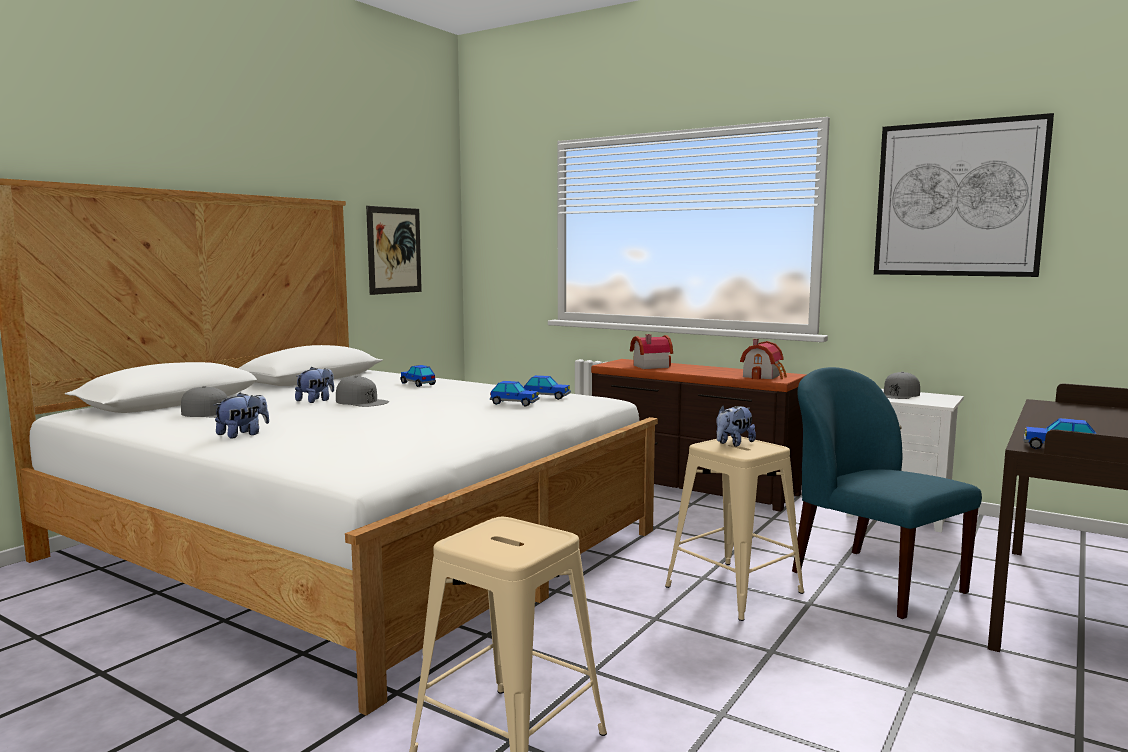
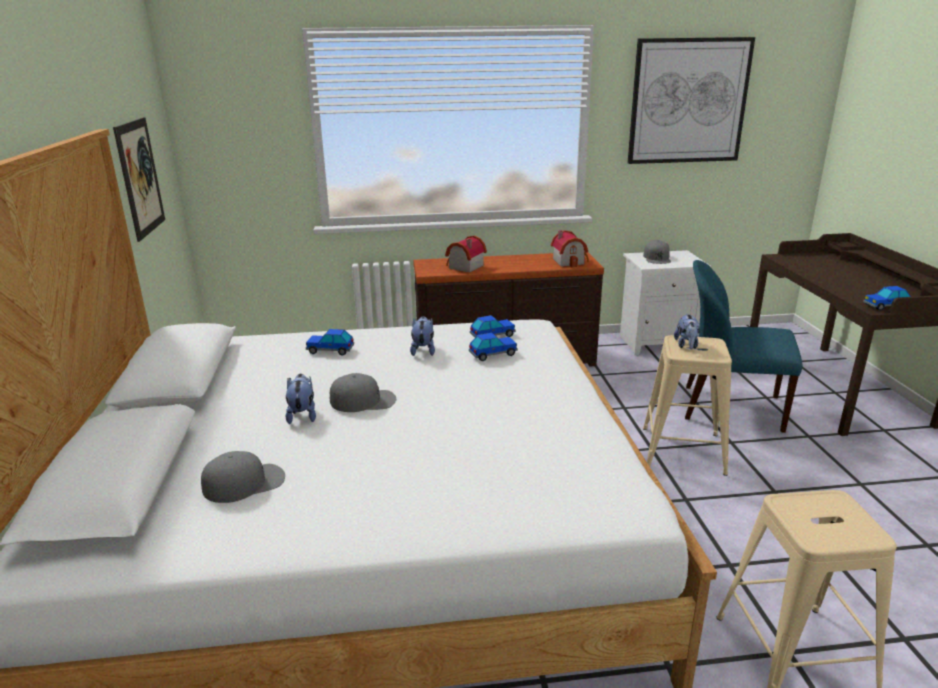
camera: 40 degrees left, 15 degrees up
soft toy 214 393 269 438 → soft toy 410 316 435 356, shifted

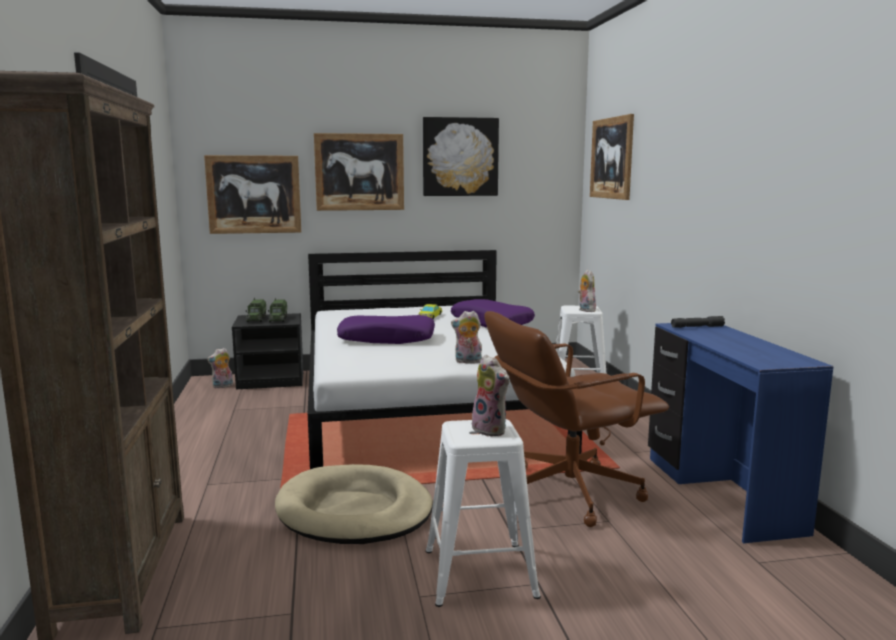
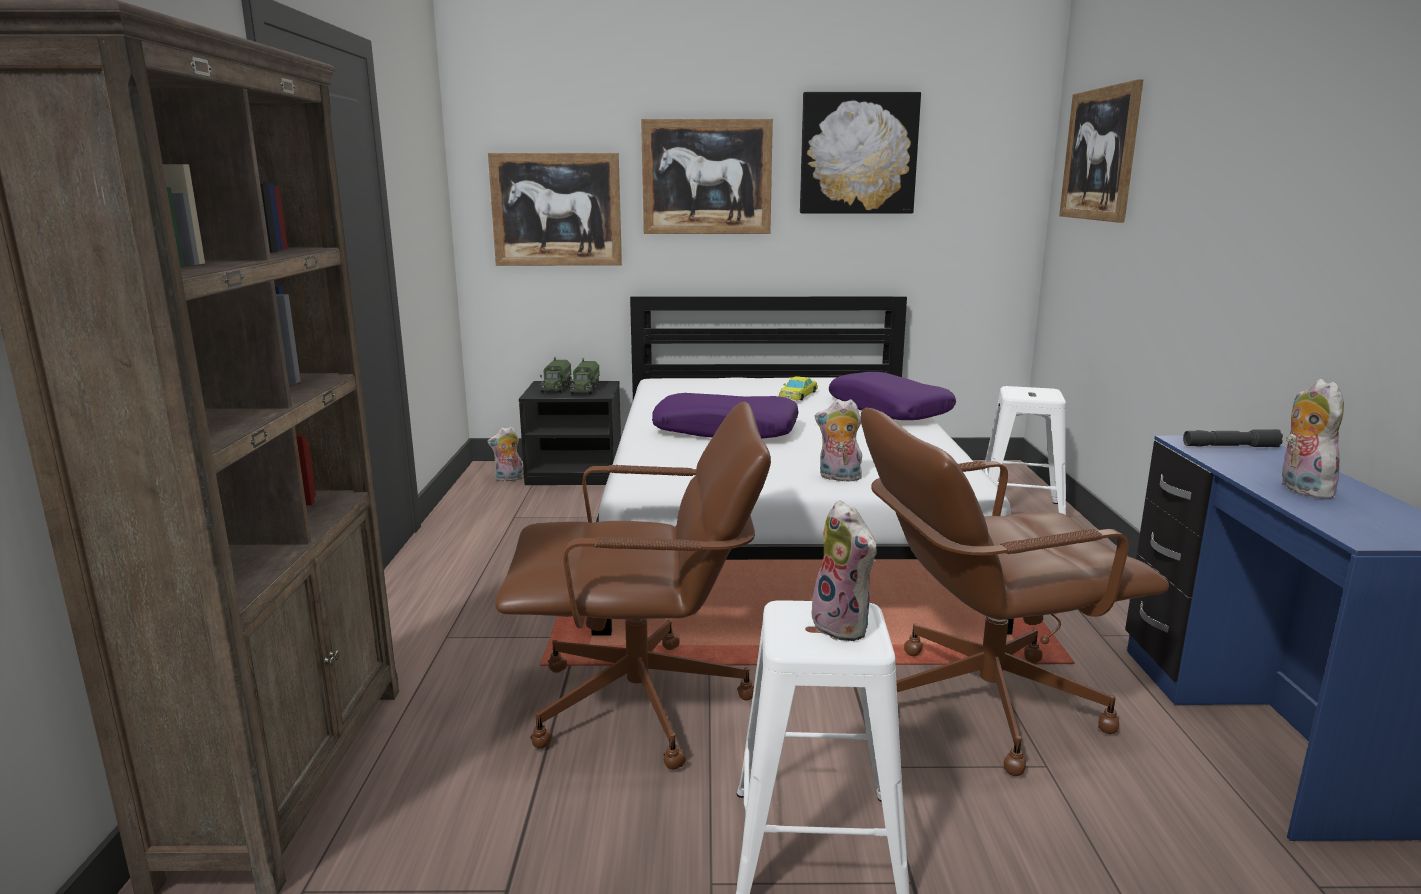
camera: 10 degrees right, 5 degrees up
soft toy 578 270 596 312 → soft toy 1281 379 1344 499, shifted
beige dog cushion 275 464 433 544 → brown-coloured office chair 495 401 771 770

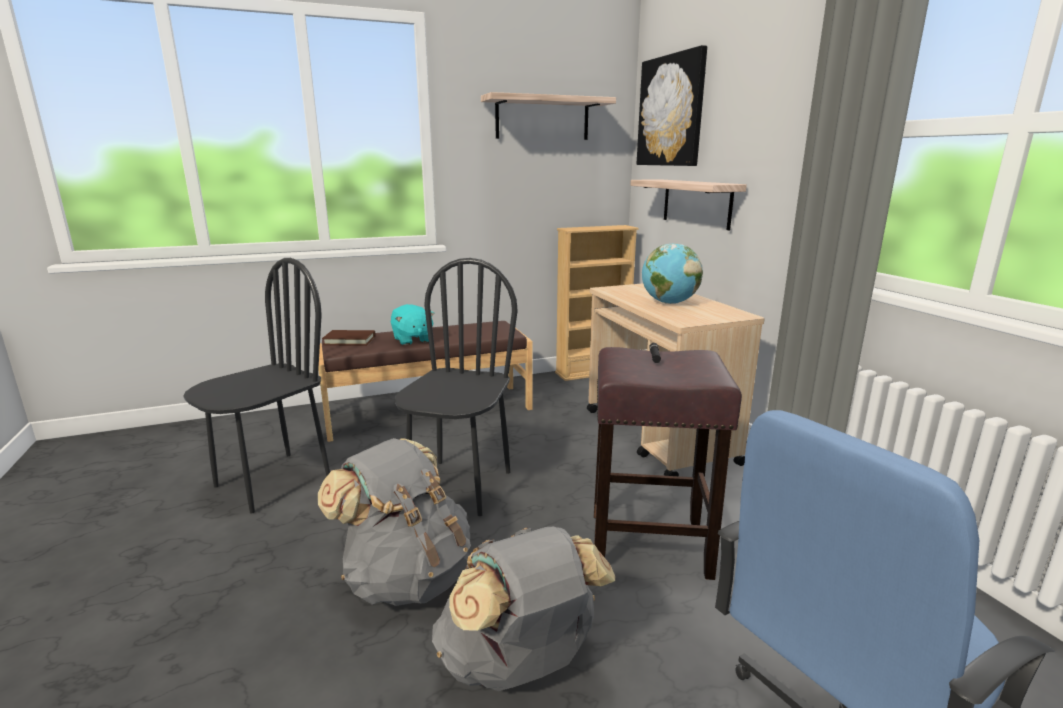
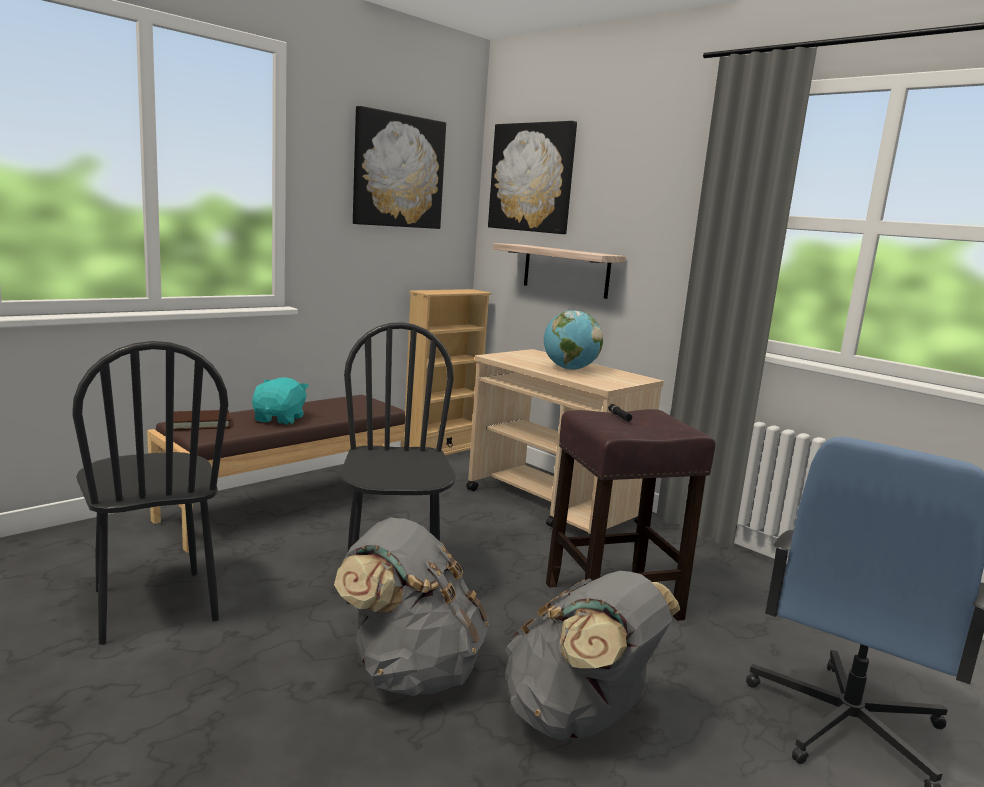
camera: 25 degrees left, 5 degrees down
shelf 481 92 616 140 → wall picture 353 106 446 229
black-coloured upright chair 183 258 330 513 → black-coloured upright chair 72 341 228 645, 135 degrees clockwise
turquoise soft toy 391 304 435 345 → turquoise soft toy 252 377 309 425, 120 degrees counterclockwise

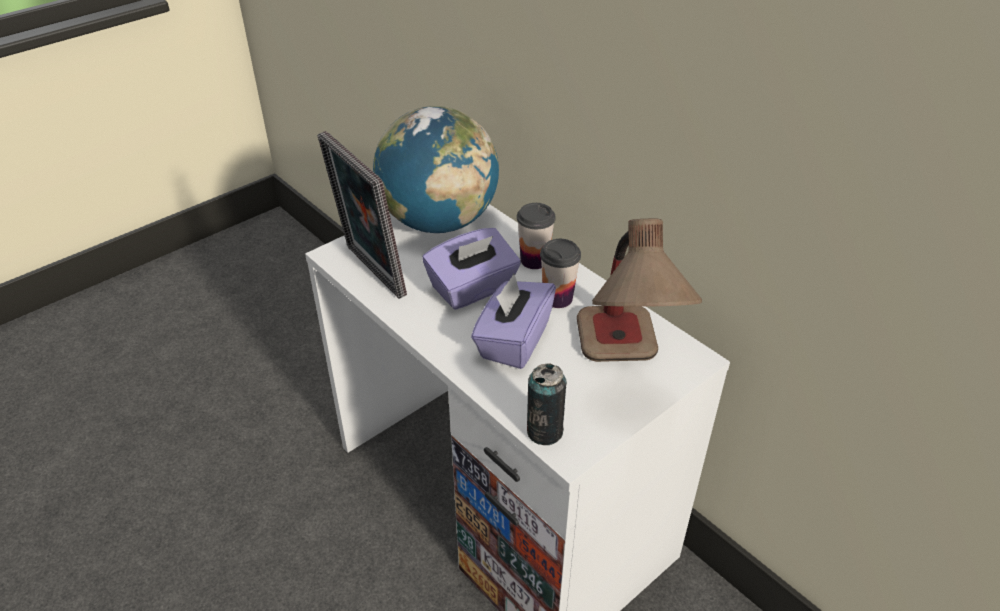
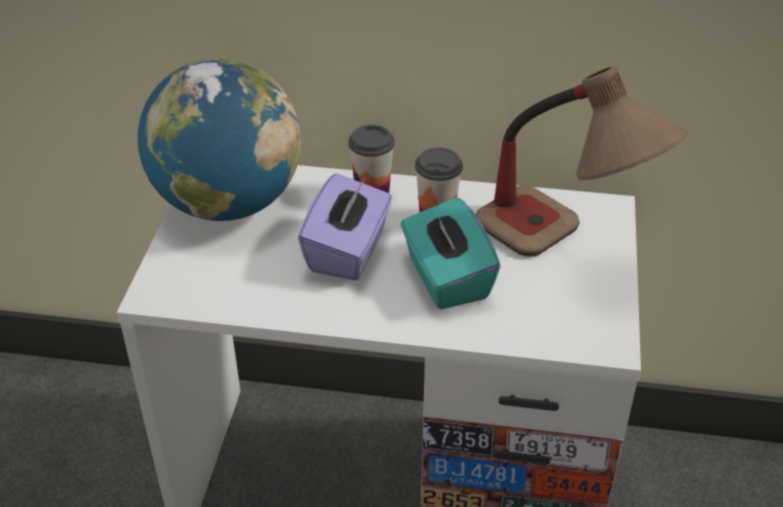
camera: 40 degrees left, 0 degrees up
photo frame 317 131 407 299 → -
metal can 527 363 567 445 → -
purple tissue holder 471 274 556 369 → turquoise tissue holder 401 197 500 309

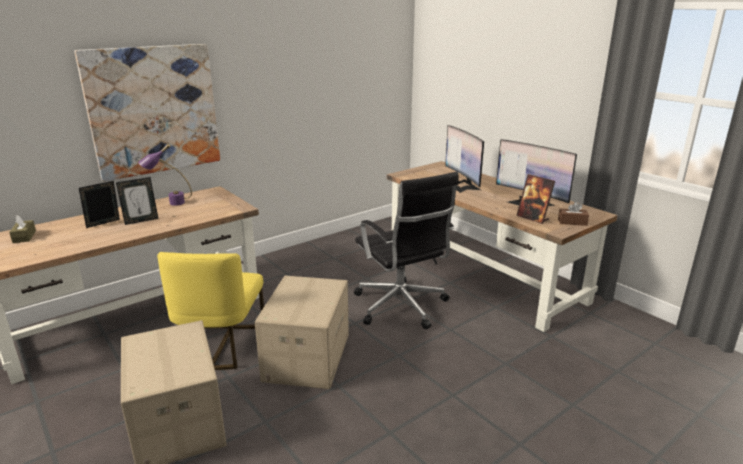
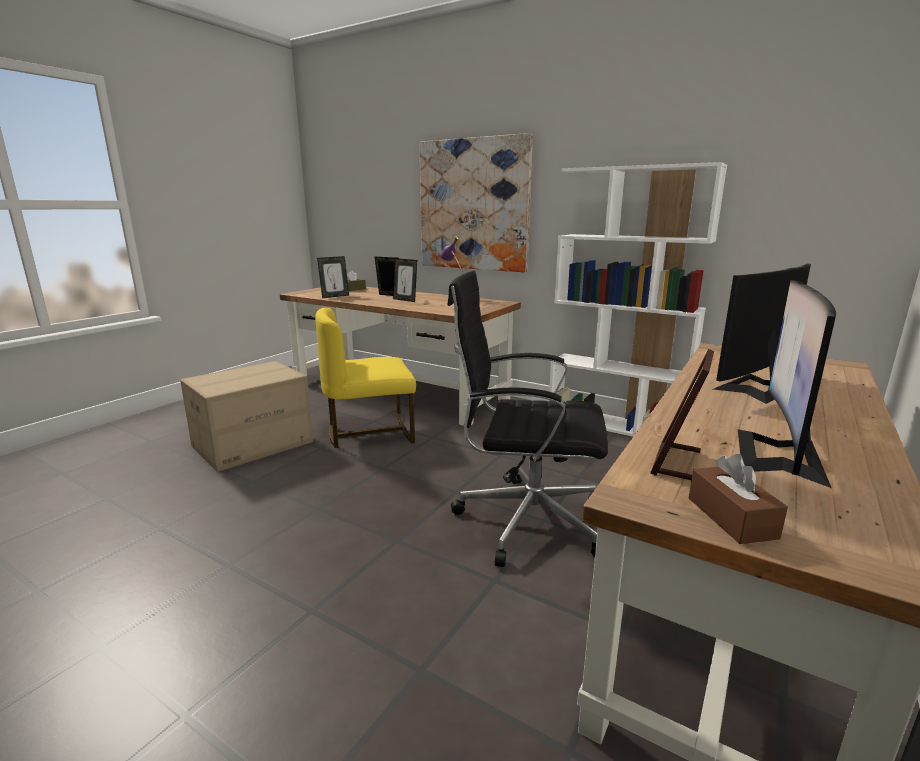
camera: 70 degrees right, 5 degrees down
packing box 255 276 349 389 → -
- → photo frame 317 256 349 298
- → white-coloured bookshelf 549 162 727 437
black-coloured office chair 354 172 459 329 → black-coloured office chair 447 270 608 567, 60 degrees clockwise

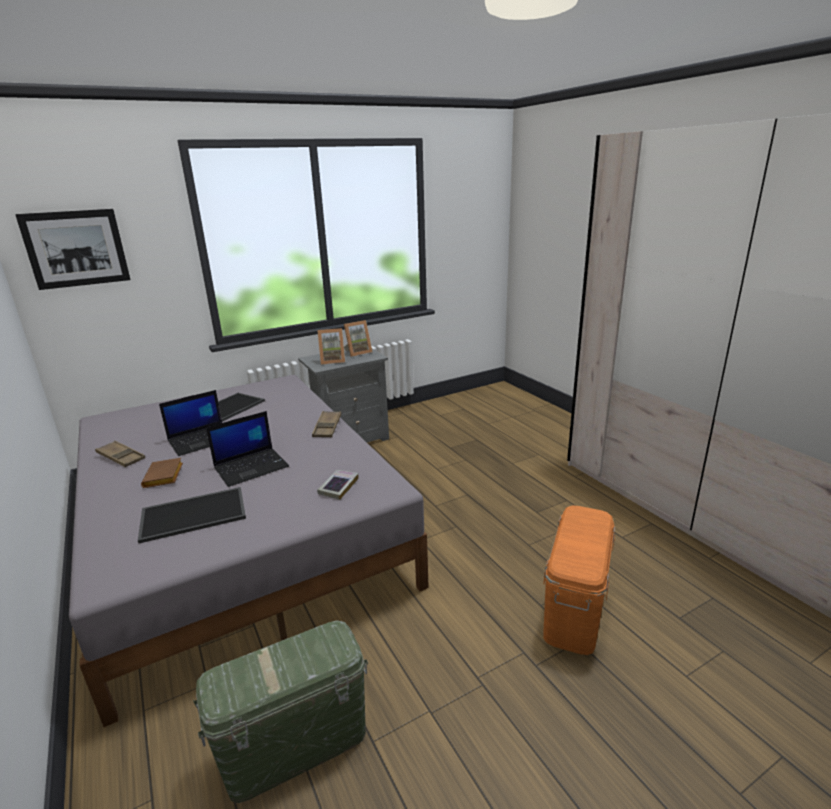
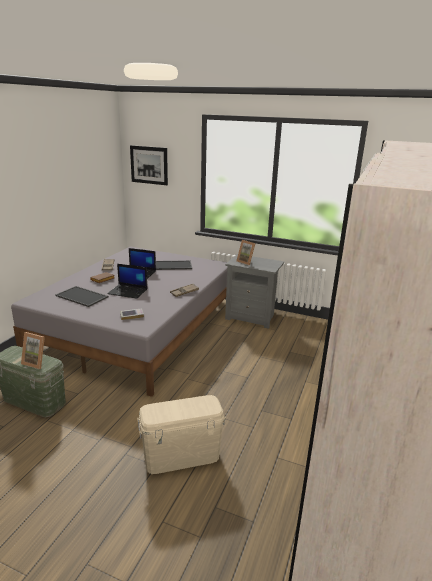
camera: 50 degrees right, 0 degrees up
photo frame 344 320 373 357 → photo frame 21 332 45 369, shifted
orangey storage box 543 505 615 655 → beige storage box 137 395 226 474

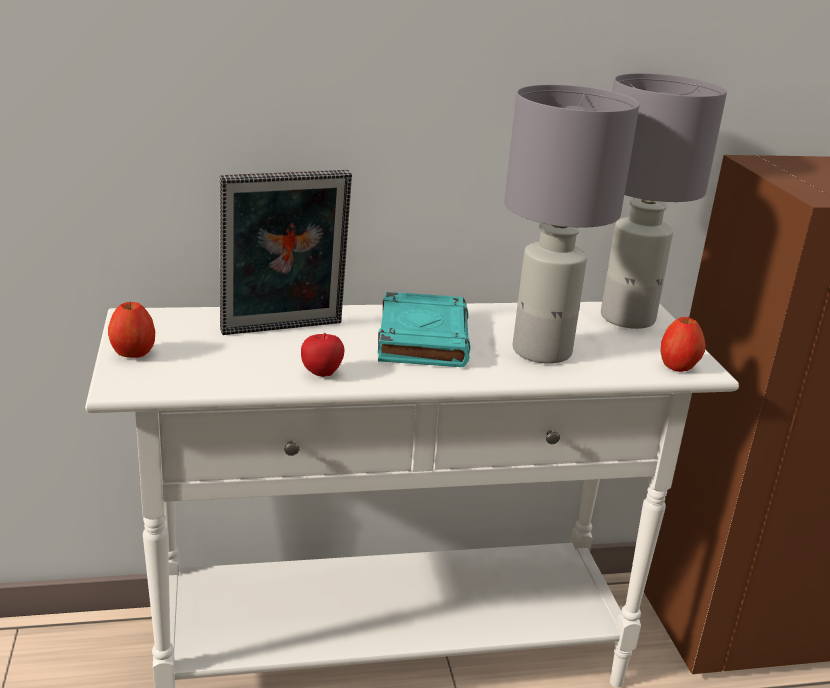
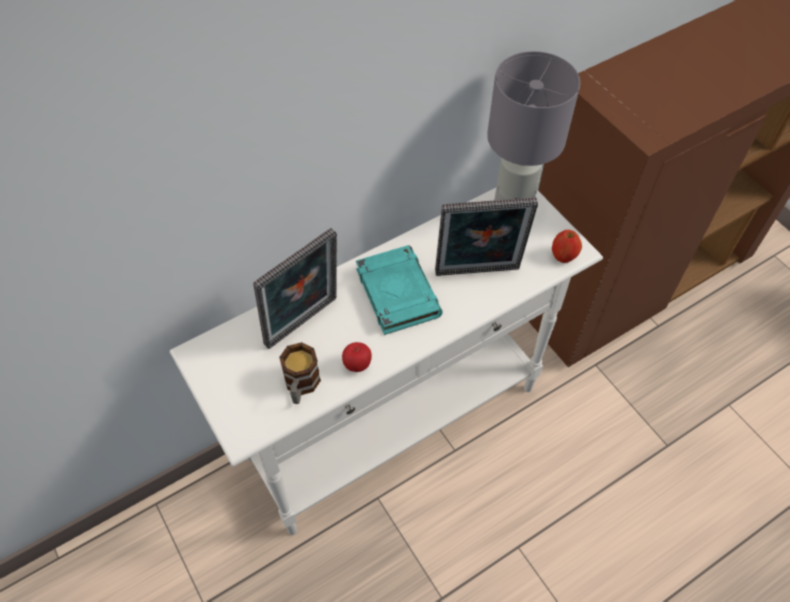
camera: 20 degrees left, 30 degrees up
apple 108 301 155 358 → -
- → mug 279 342 321 404
gray tabletop lamp 504 85 639 364 → photo frame 435 198 538 276

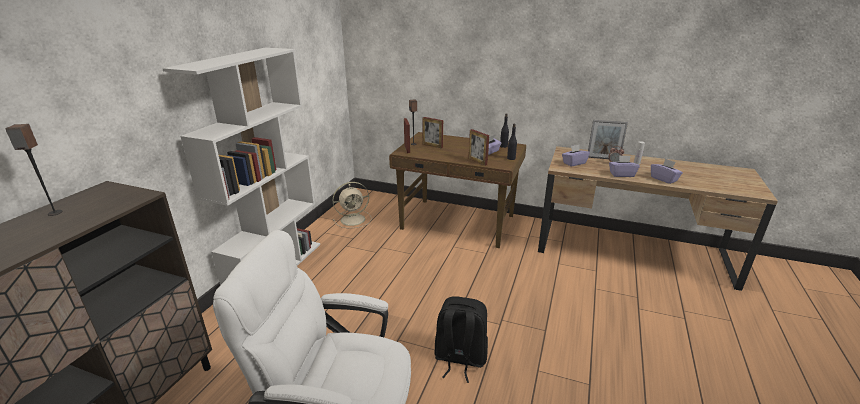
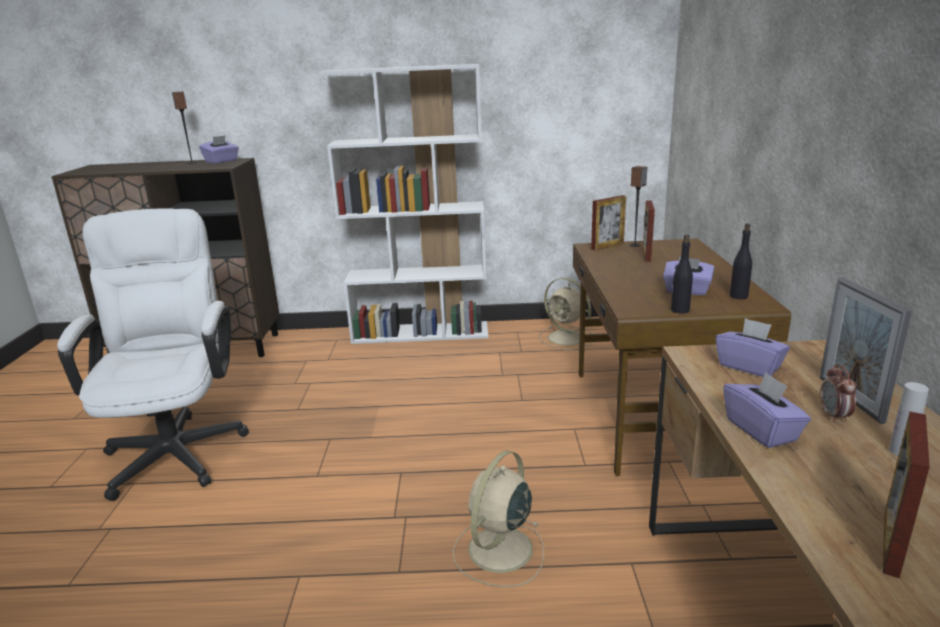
camera: 70 degrees right, 5 degrees down
black-coloured backpack 434 296 488 383 → -
- → beige fan 453 450 544 587
photo frame 469 129 489 166 → photo frame 883 411 930 578, shifted
purple tissue holder 651 159 683 184 → purple tissue holder 199 135 239 164, shifted

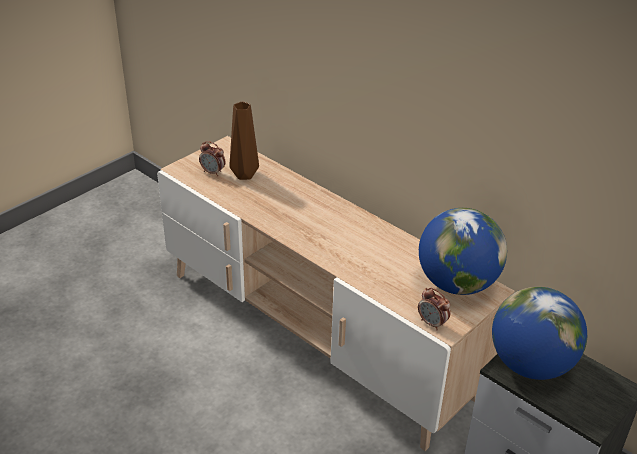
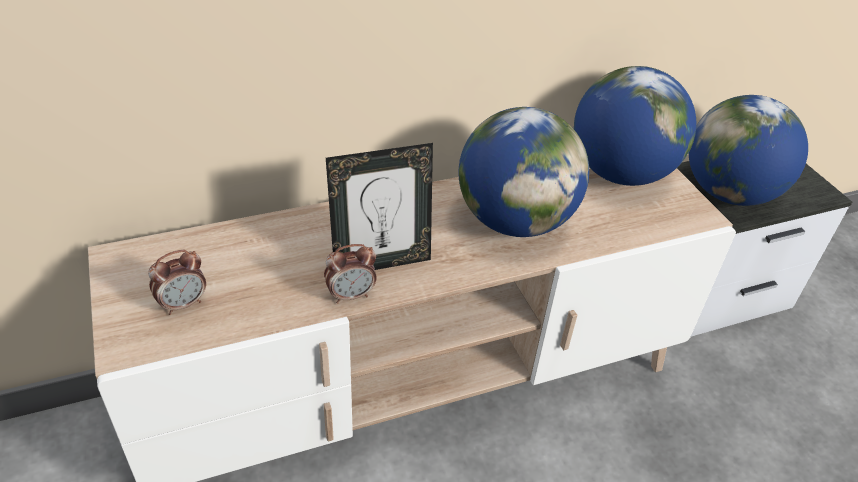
camera: 65 degrees left, 5 degrees up
brown-coloured decorative vase 230 102 259 180 → -
- → photo frame 326 143 433 270
- → world globe 458 107 589 237
bedside clock 418 288 450 331 → bedside clock 324 244 377 304, shifted

